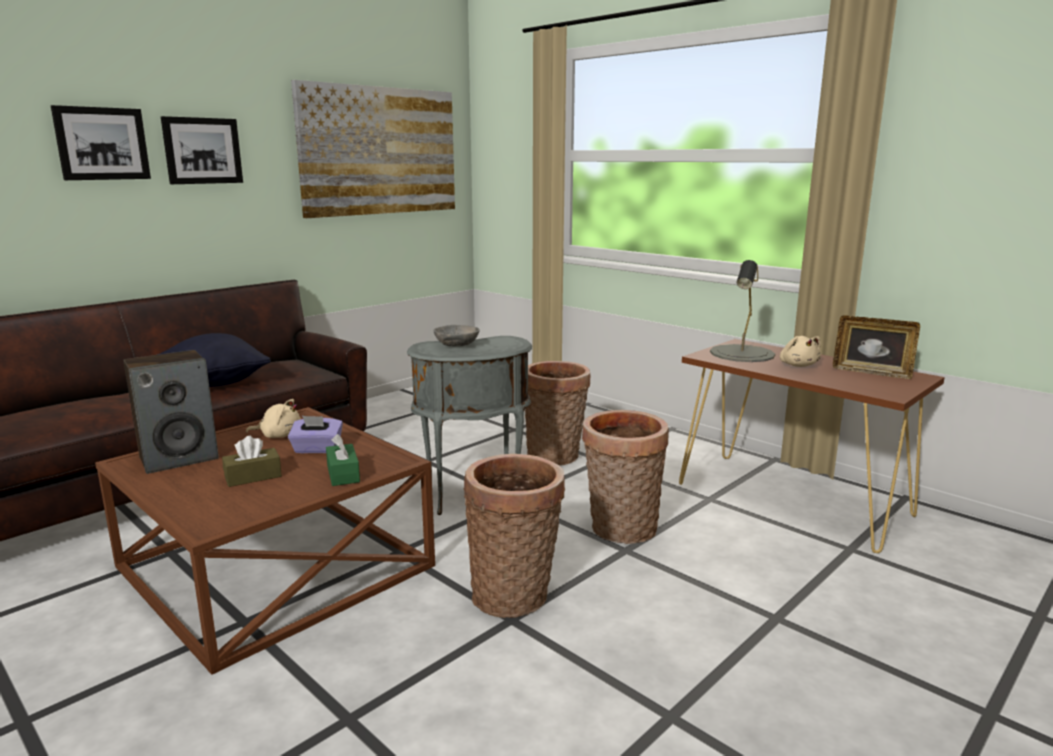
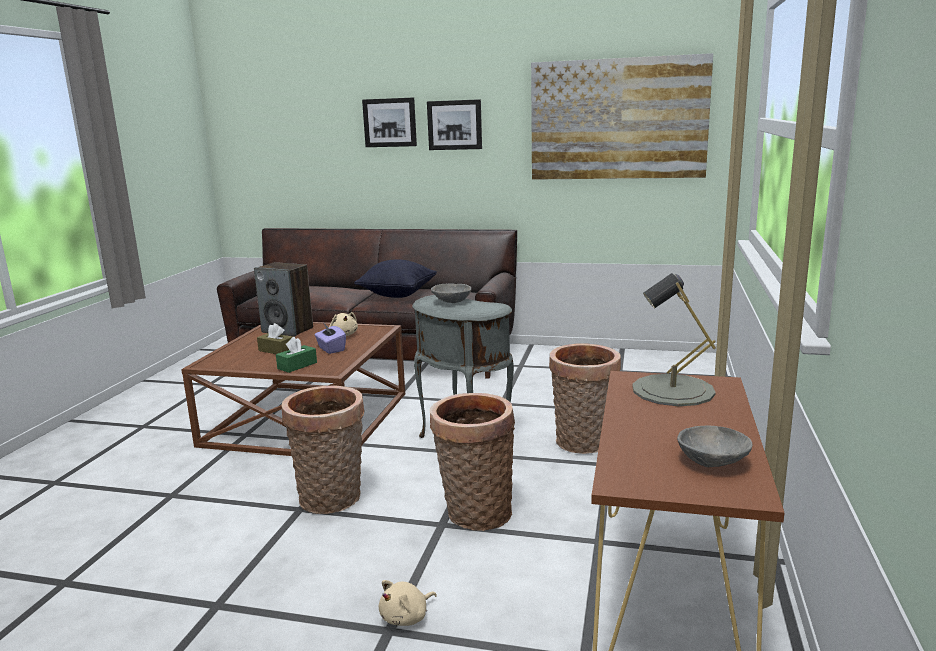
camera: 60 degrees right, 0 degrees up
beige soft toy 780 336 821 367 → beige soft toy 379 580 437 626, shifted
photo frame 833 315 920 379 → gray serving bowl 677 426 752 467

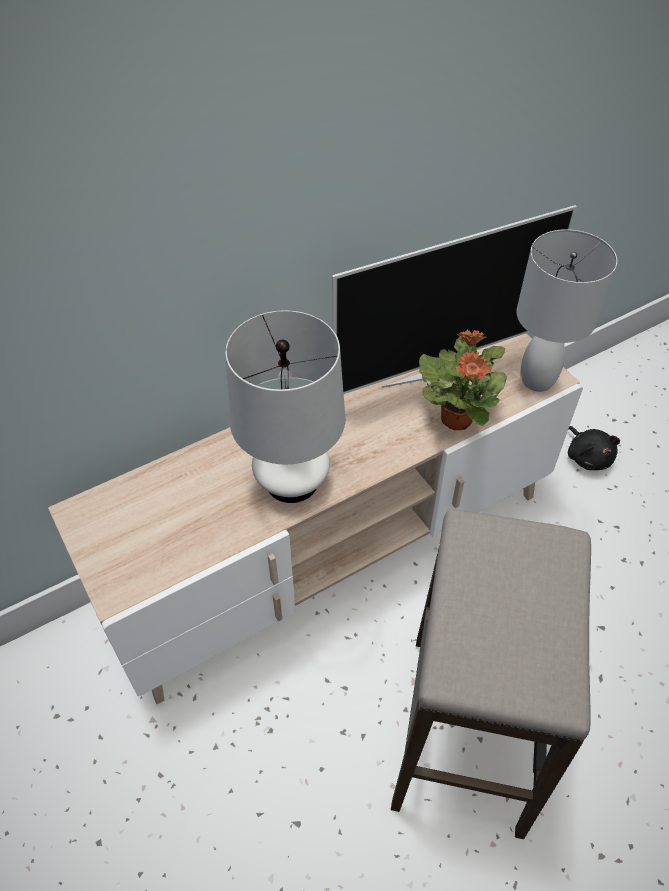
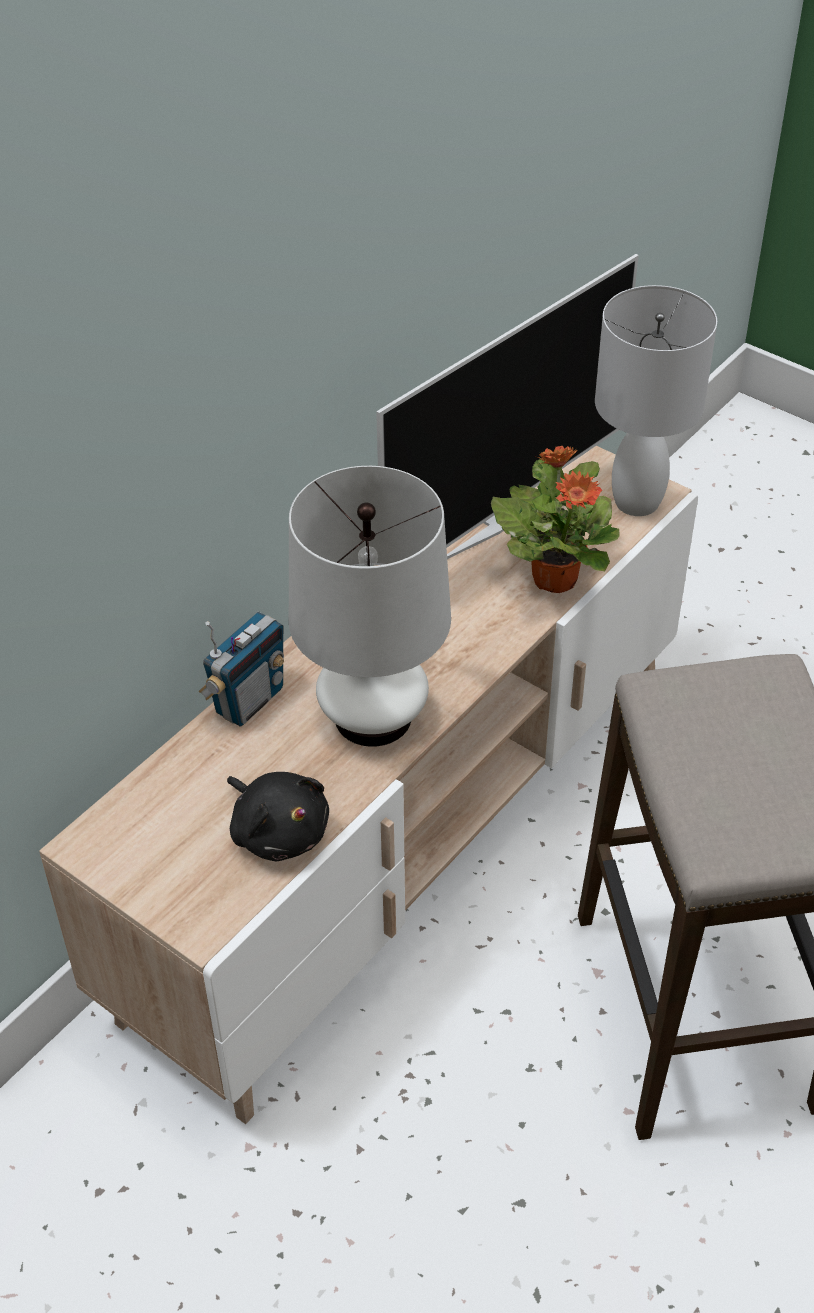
camera: 20 degrees left, 5 degrees down
- → radio 199 612 284 727
black-coloured soft toy 568 426 620 470 → black-coloured soft toy 227 772 329 861, shifted

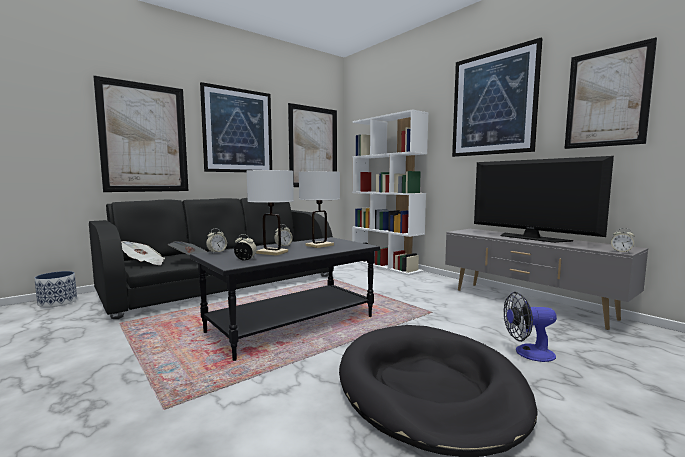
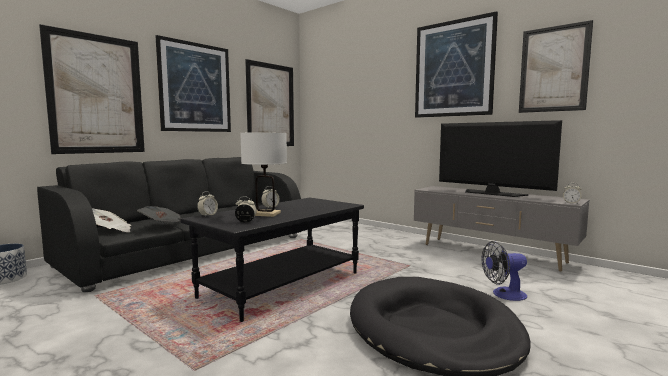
camera: 10 degrees left, 0 degrees up
white-coloured tabletop lamp 299 171 340 248 → -
white-coloured bookshelf 352 109 429 276 → -

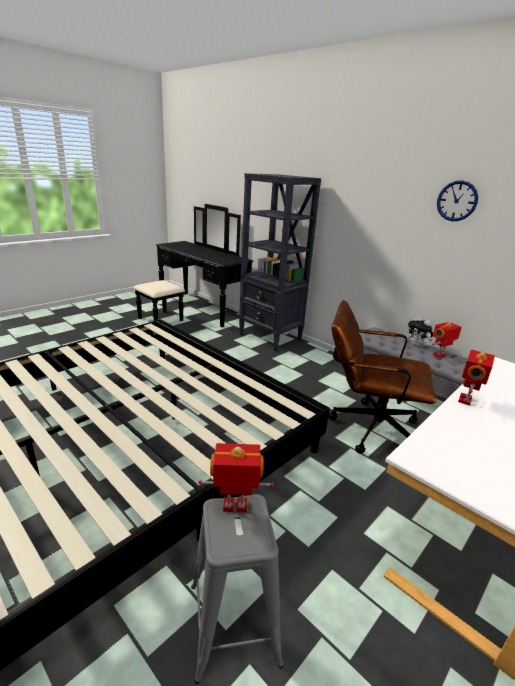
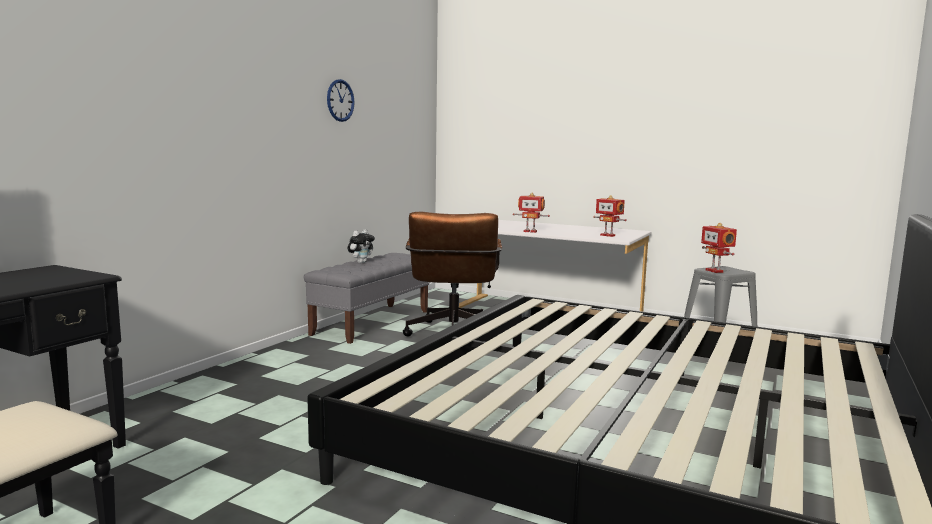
camera: 105 degrees left, 15 degrees down
black-coloured bookshelf 239 173 321 351 → -
robot figure 432 322 462 358 → robot figure 593 195 627 237, shifted

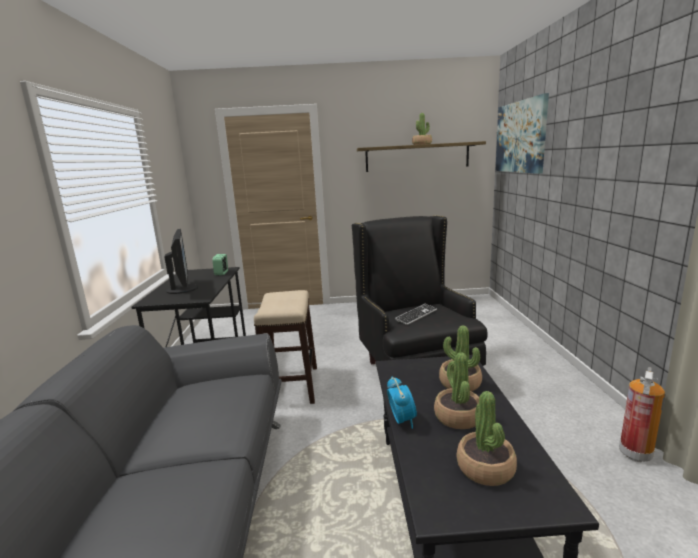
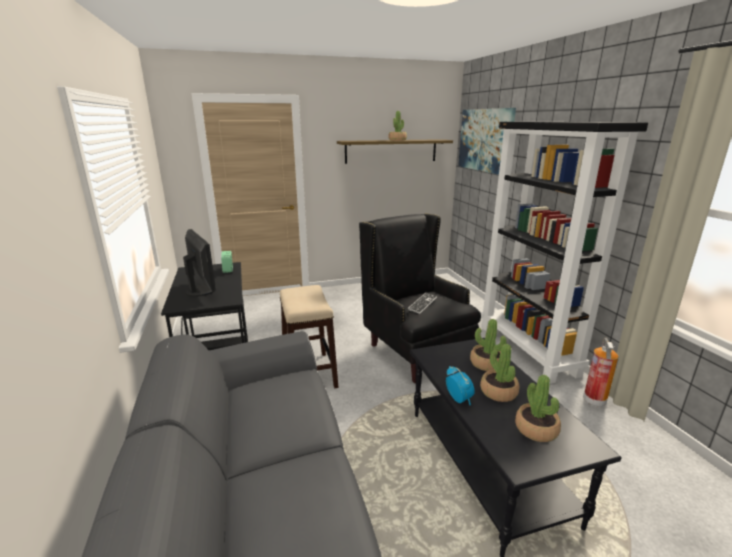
camera: 15 degrees left, 5 degrees up
- → black-coloured bookshelf 481 122 648 384

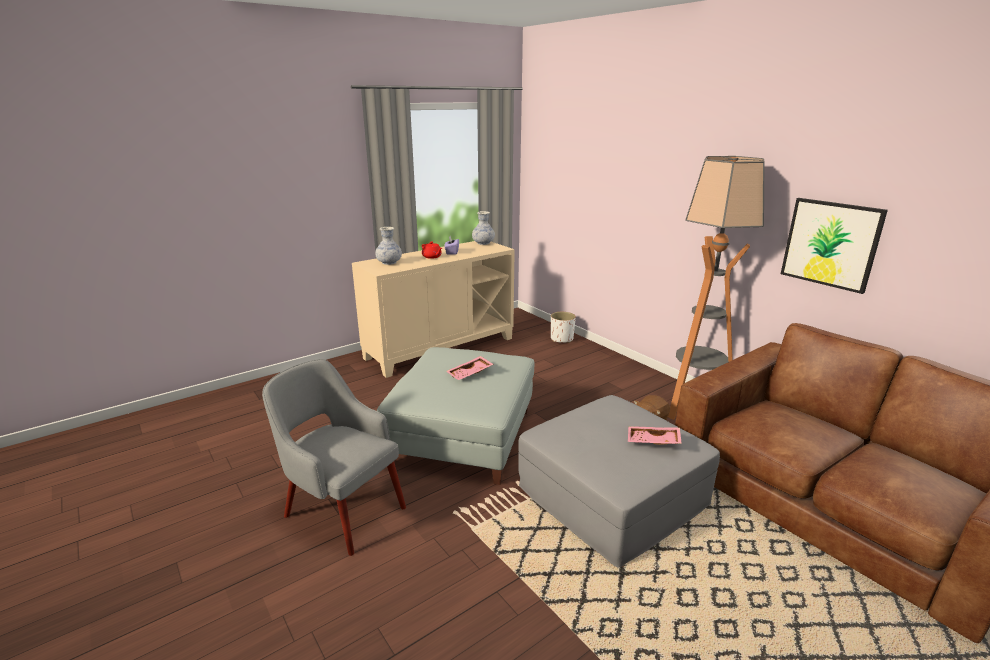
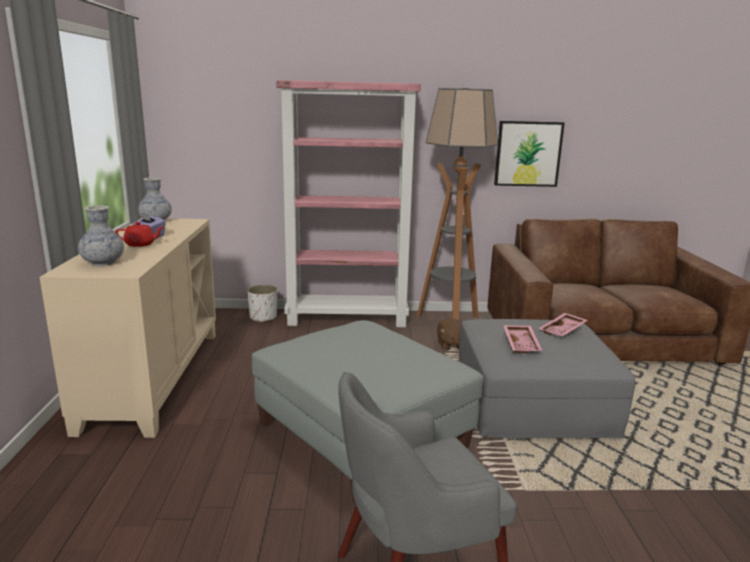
camera: 55 degrees left, 5 degrees down
- → pinkish bookshelf 276 80 421 327
pinkish carrying tray 446 356 494 380 → pinkish carrying tray 503 325 543 353, shifted

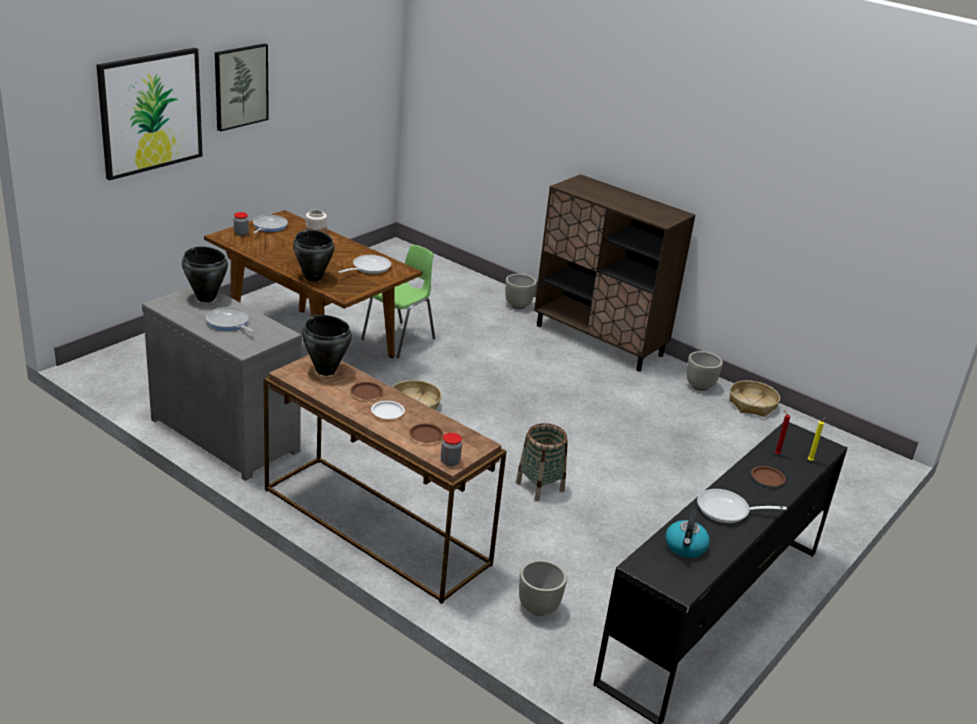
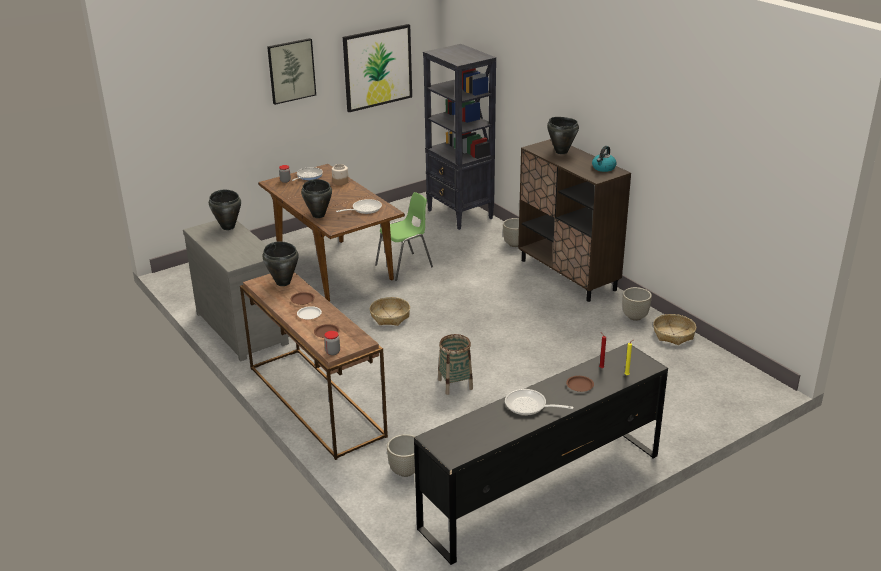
camera: 20 degrees right, 0 degrees up
frying pan 206 307 254 332 → -
- → black-coloured bookshelf 423 44 496 230
- → black-coloured stockpot 547 117 579 154
wall picture 96 48 203 180 → wall picture 343 24 412 112, shifted
kettle 665 509 710 558 → kettle 592 146 616 172, shifted

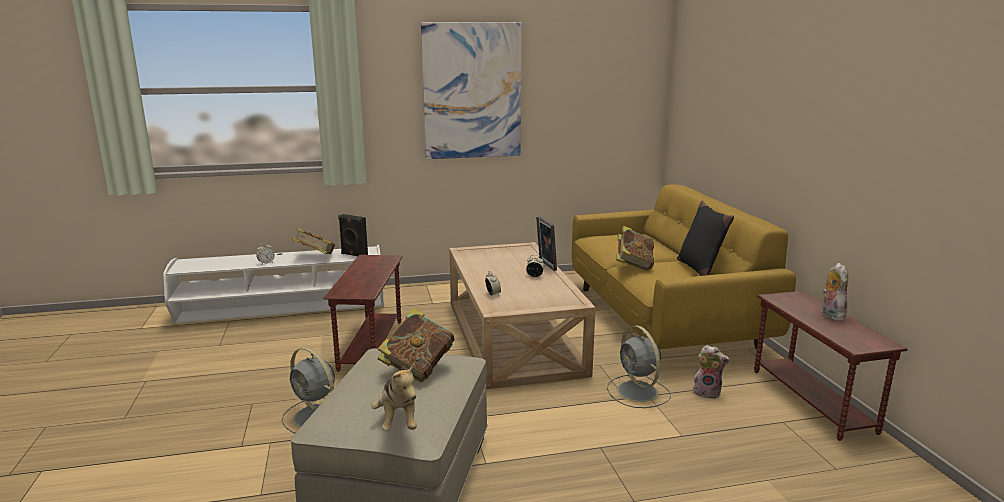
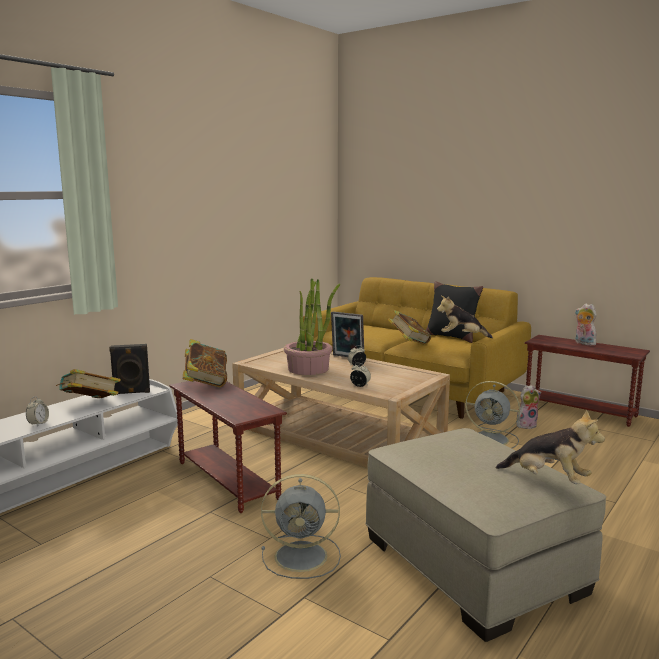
camera: 40 degrees left, 5 degrees down
wall picture 421 22 521 159 → -
- → houseplant 284 279 340 375
- → soft toy 437 296 493 338
volume 378 308 455 382 → volume 183 339 227 387, shifted

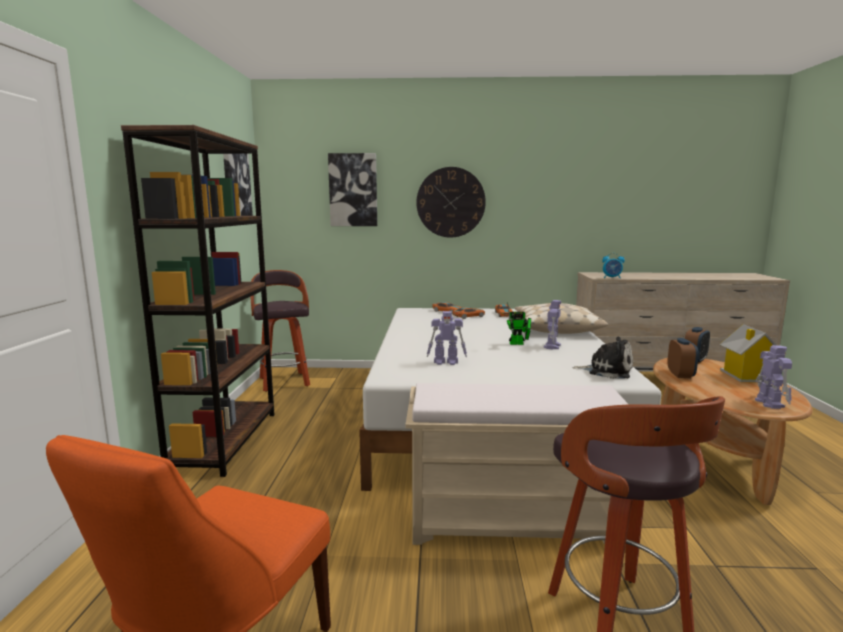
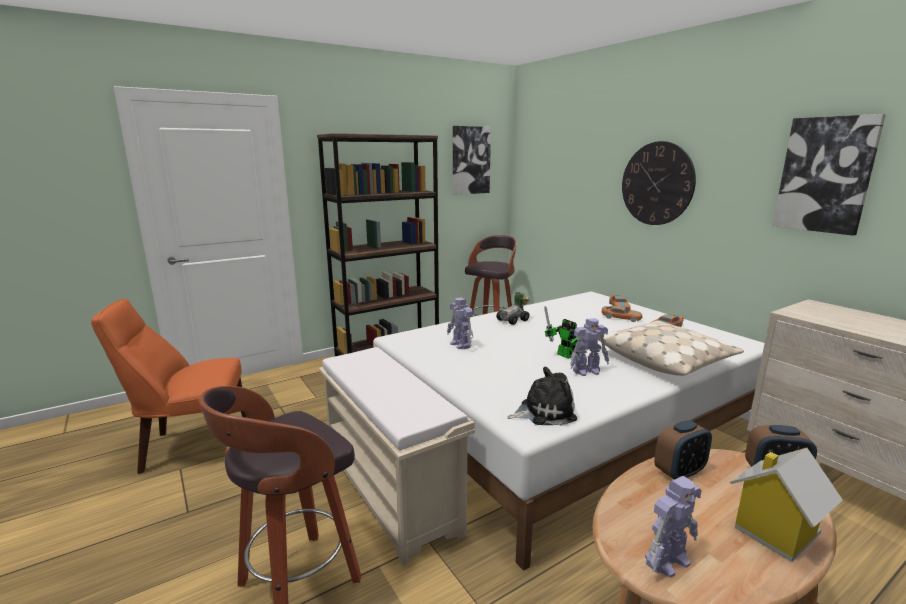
camera: 55 degrees right, 5 degrees up
bedside clock 602 253 625 279 → -
- → miniature car 496 292 530 325
wall picture 328 153 377 226 → wall picture 773 114 886 236, shifted
soft toy 572 337 633 379 → soft toy 507 367 577 426, 90 degrees counterclockwise

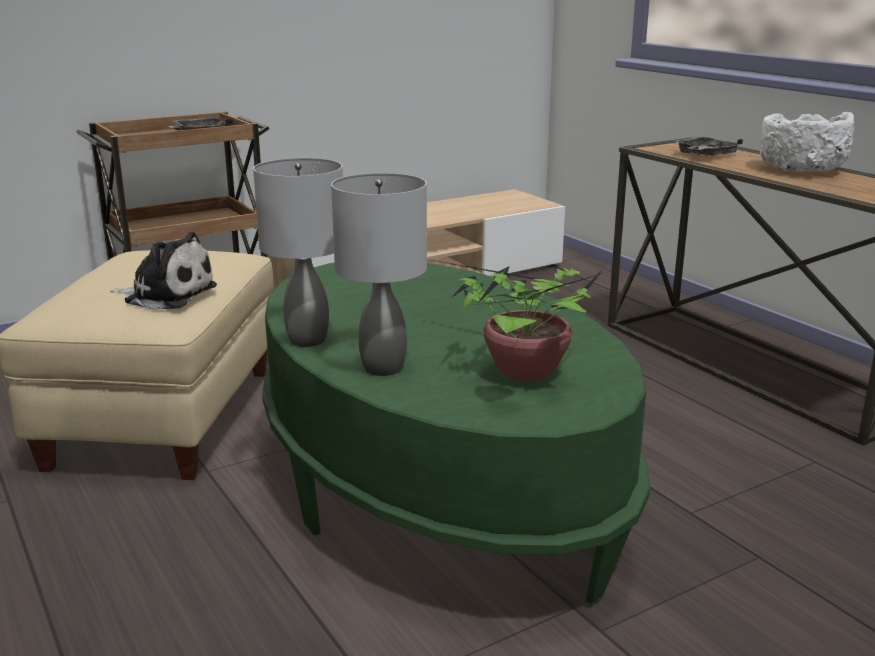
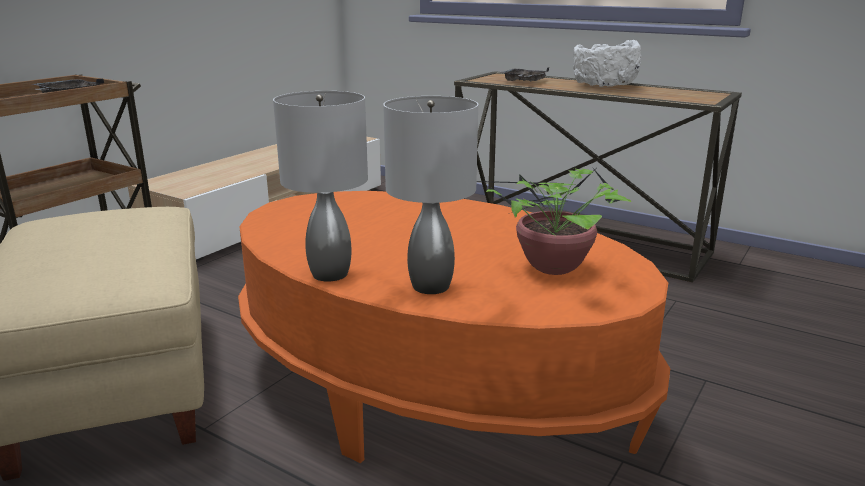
camera: 25 degrees left, 0 degrees up
soft toy 111 232 217 310 → -
greenish coffee table 262 263 650 604 → orangey coffee table 238 191 670 463

